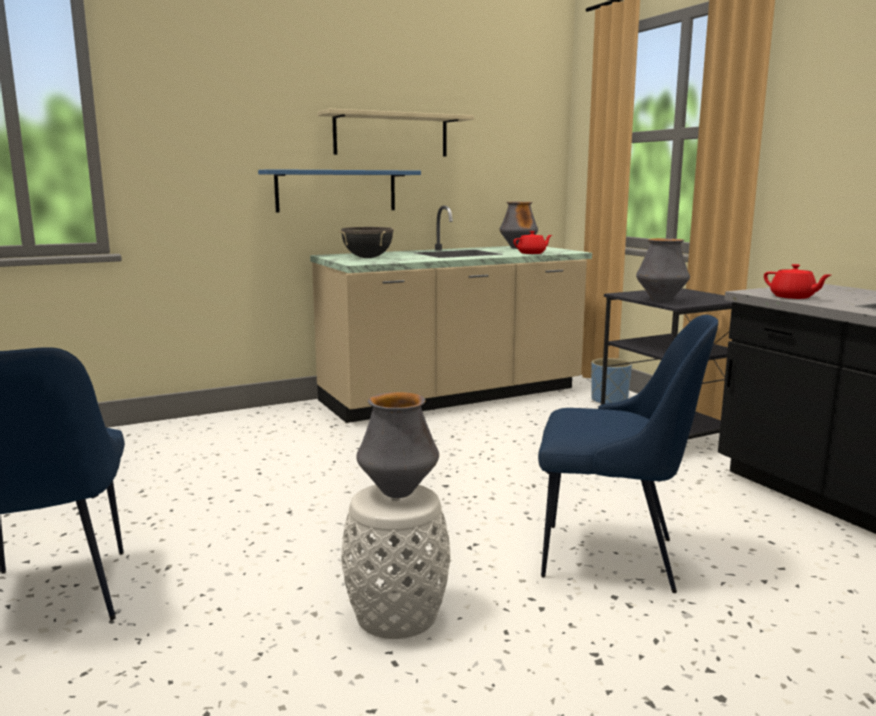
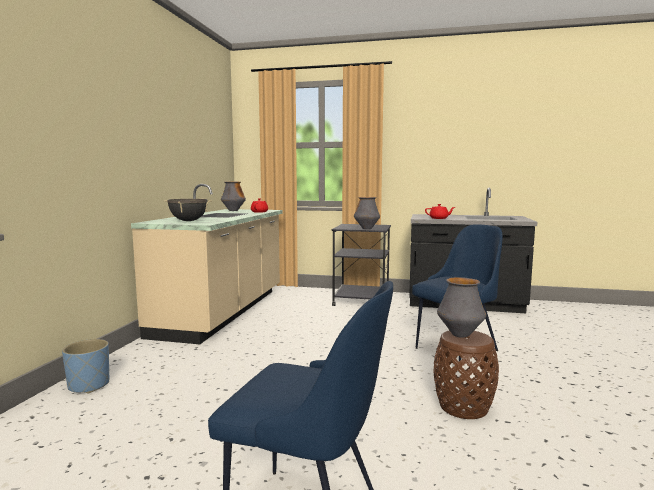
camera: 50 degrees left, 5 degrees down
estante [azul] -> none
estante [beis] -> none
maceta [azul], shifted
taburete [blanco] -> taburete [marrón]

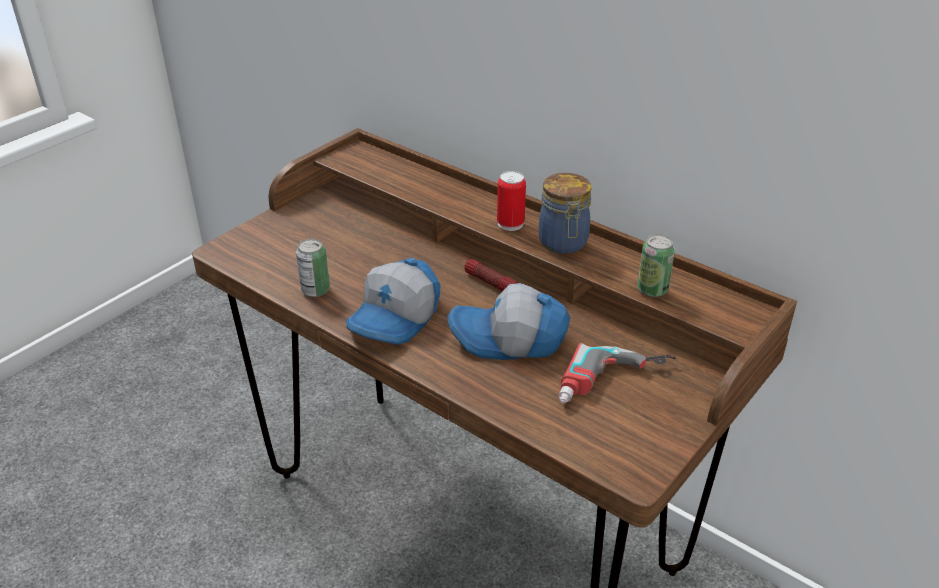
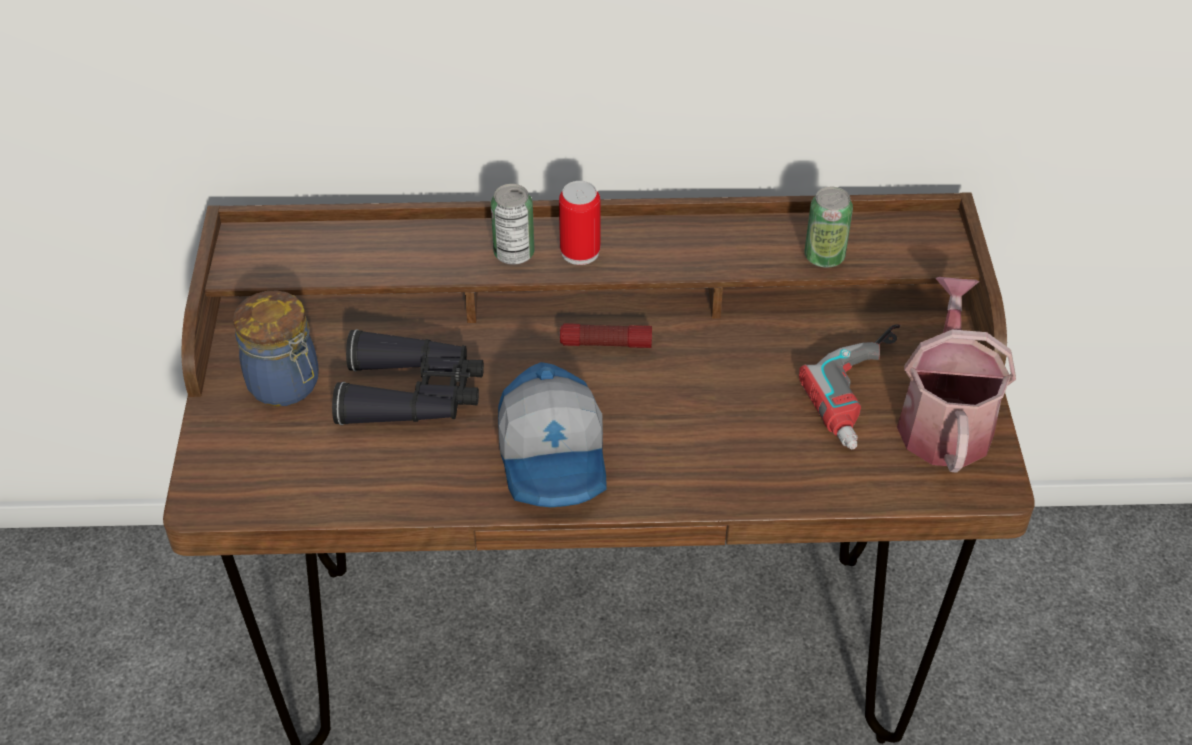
camera: 40 degrees left, 10 degrees up
gorra (no. 2 from left) -> none
none -> prismáticos [negro]
none -> regadera
lata (no. 1 from left), shifted
tarro, shifted

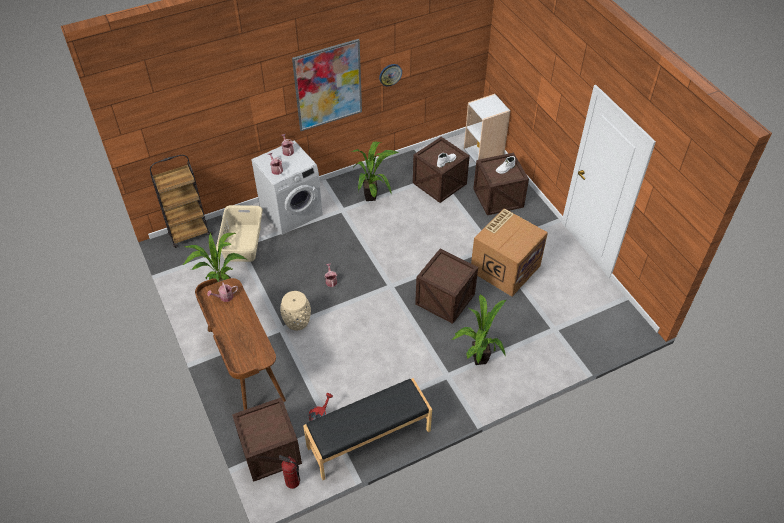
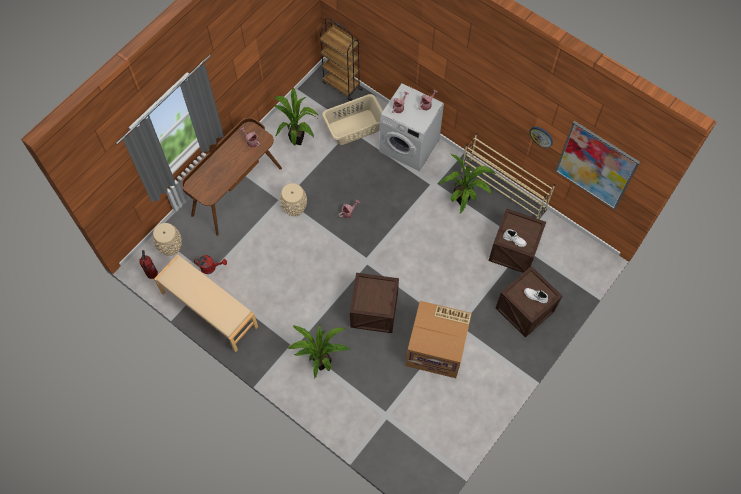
camera: 65 degrees right, 15 degrees up
estantería -> none
none -> zapatero [beis]
cuadro, shifted
caja de embalaje (no. 1 from left) -> taburete [beis] (no. 1 from left)
banco [negro] -> banco [beis]

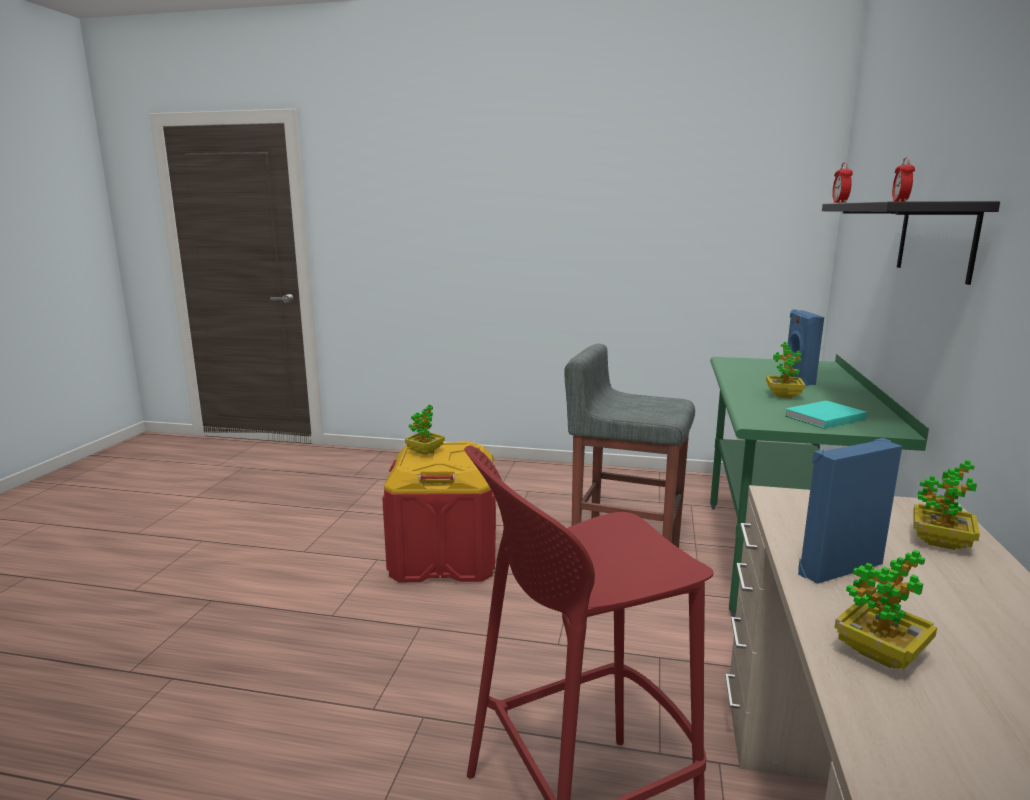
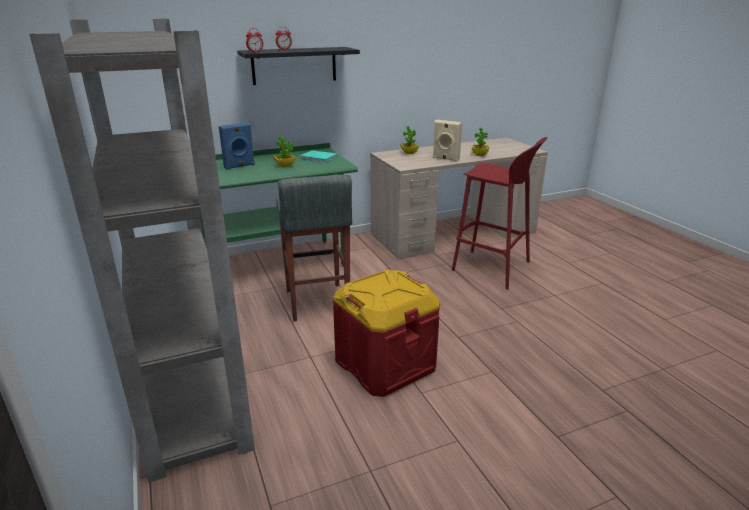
camera: 125 degrees left, 10 degrees up
planta en maceta (no. 1 from left) -> none
none -> estantería [gris]
altavoz [azul] (no. 2 from left) -> altavoz [beis]

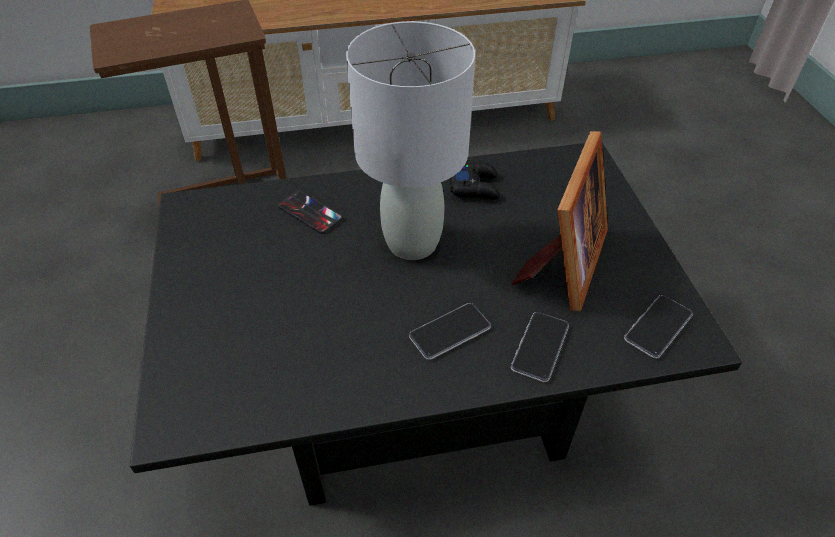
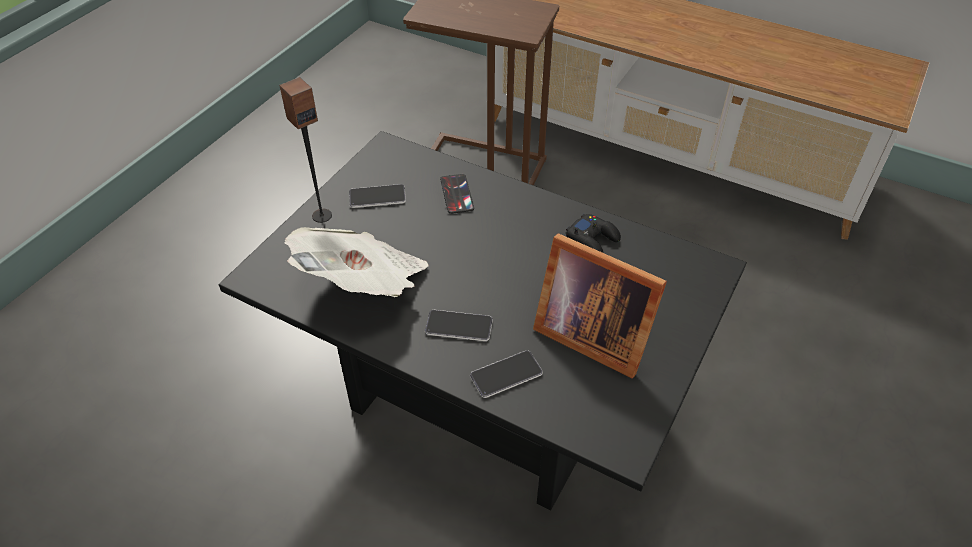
camera: 40 degrees right, 0 degrees up
lámpara de mesa [gris] -> none
none -> altavoz
none -> periódico
móvil (no. 4 from left in the first image) -> móvil (no. 1 from left), shifted
portarretratos, 60 degrees clockwise

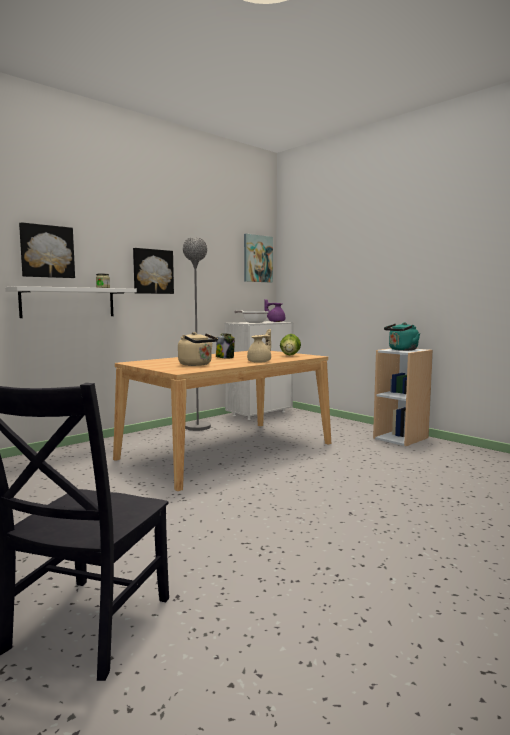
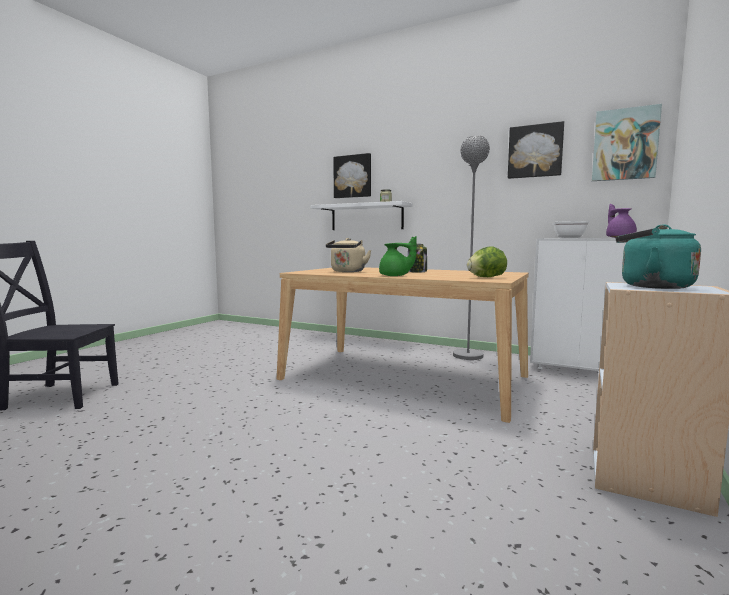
camera: 70 degrees right, 0 degrees up
cuadro (no. 2 from left), shifted
tetera [beis] -> tetera [verde]

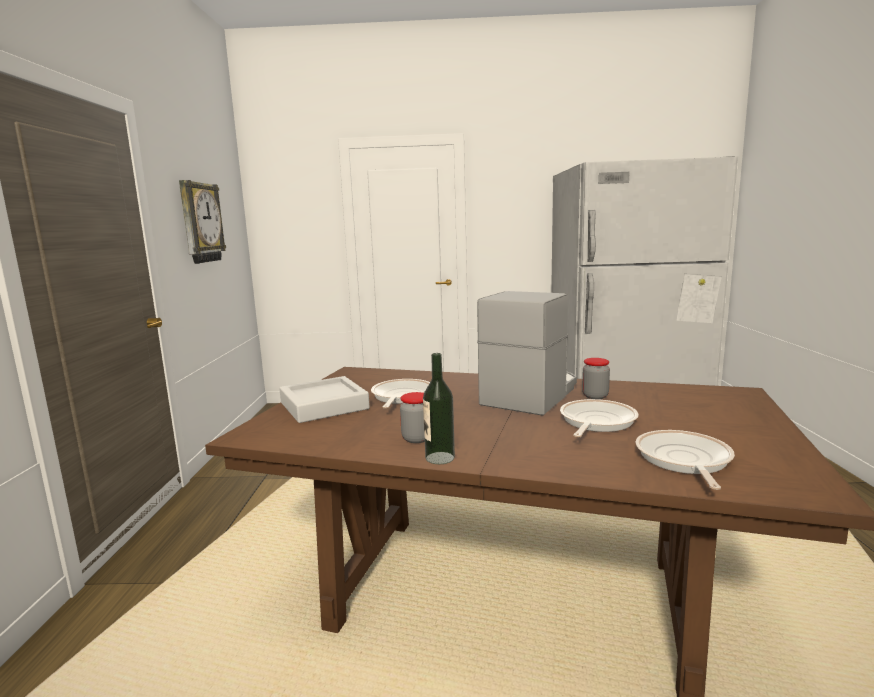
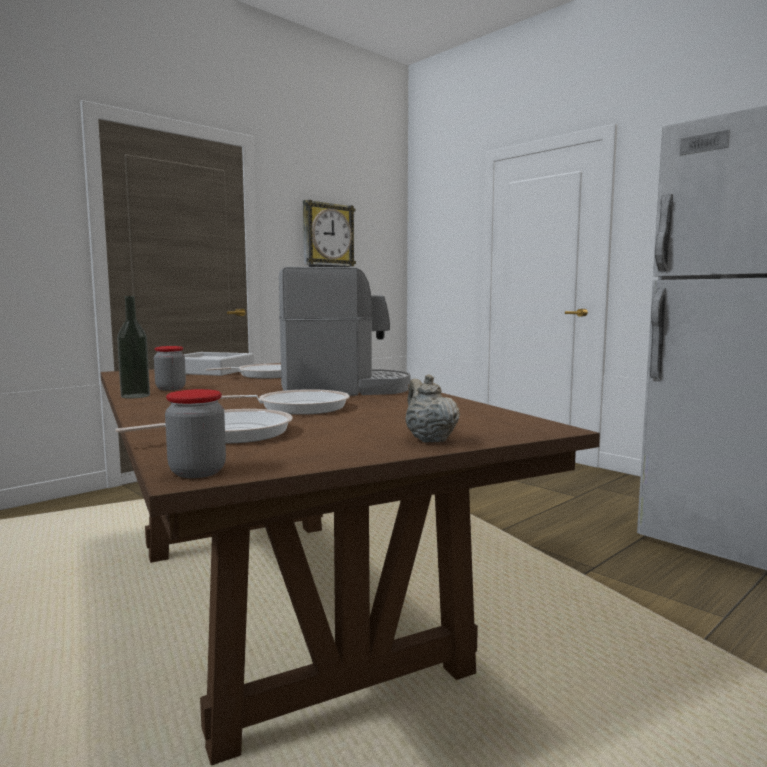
camera: 45 degrees right, 5 degrees down
none -> tetera [beis]
tarro (no. 2 from left), shifted

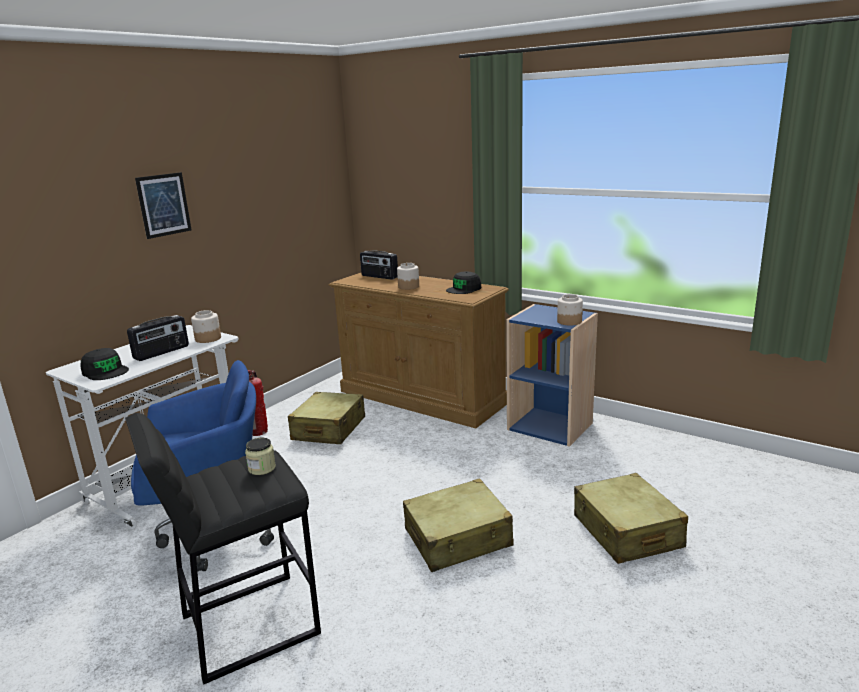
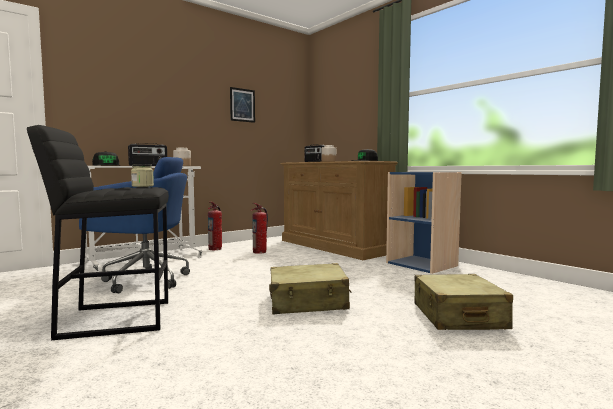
camera: 15 degrees right, 15 degrees down
tarro (no. 4 from left) -> none
cuadro, shifted
maleta [beis] (no. 1 from left) -> extintor (no. 2 from left)

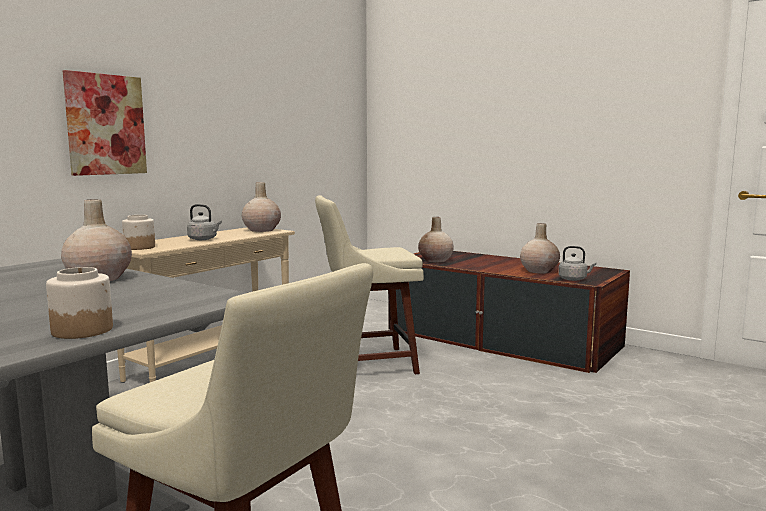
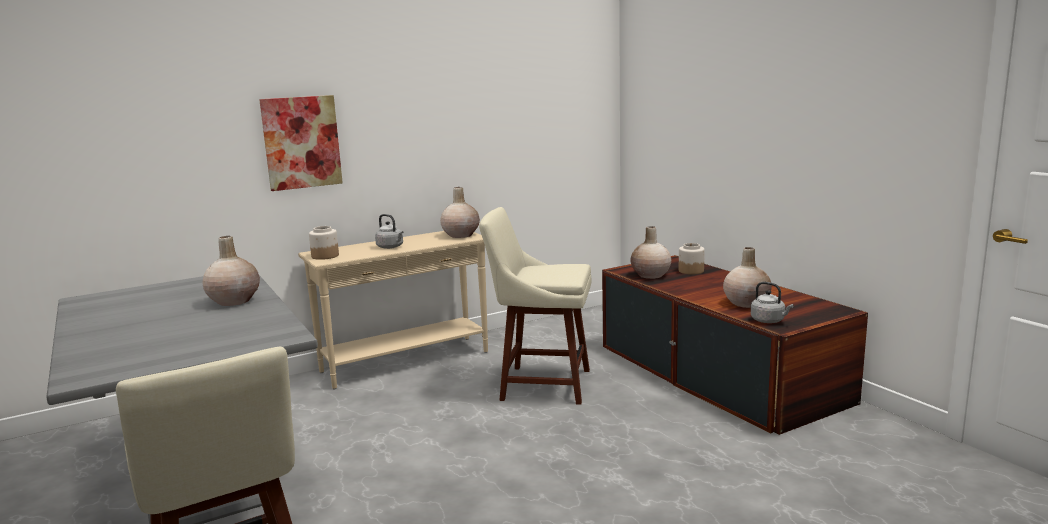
camera: 25 degrees right, 5 degrees up
tarro (no. 1 from left in the first image) -> tarro (no. 2 from left), shifted

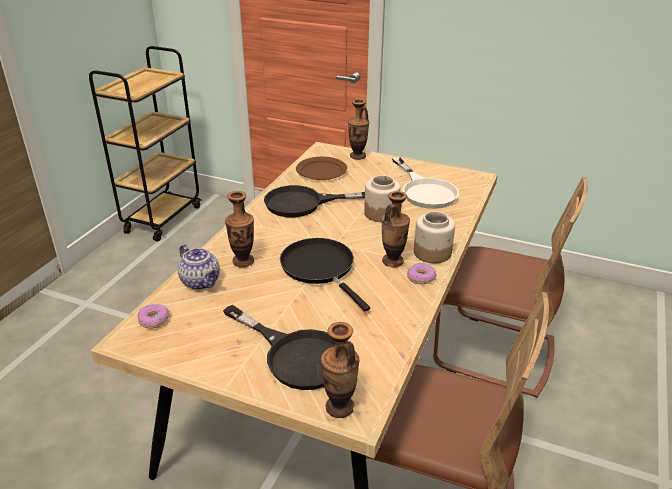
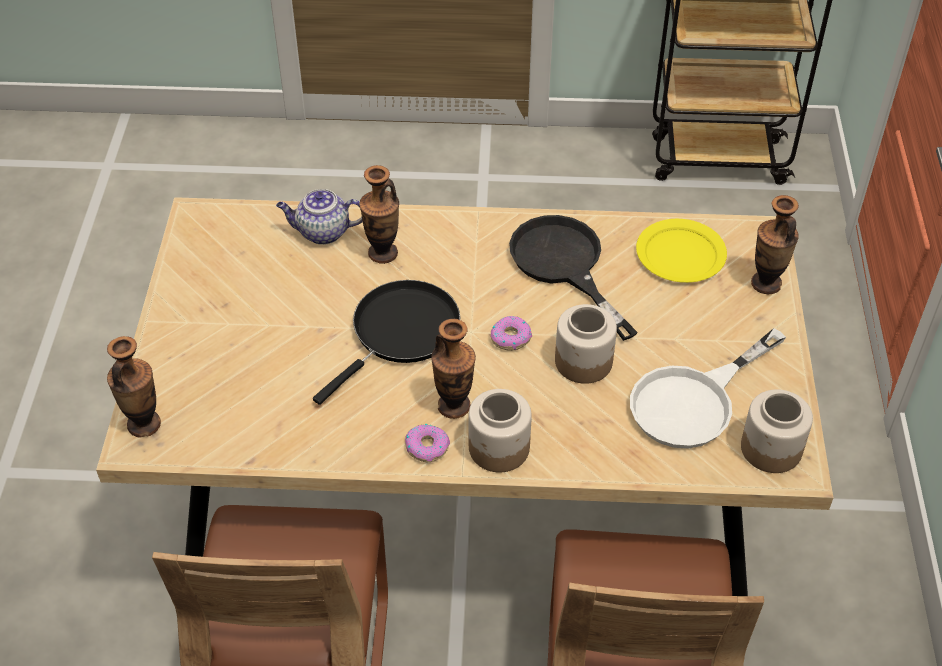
camera: 70 degrees right, 15 degrees up
sartén [negro] (no. 1 from left) -> none
none -> tarro (no. 3 from left)
rosquilla (no. 1 from left in the first image) -> rosquilla (no. 2 from left), shifted
plato [marrón] -> plato [amarillo]
tetera, 60 degrees clockwise

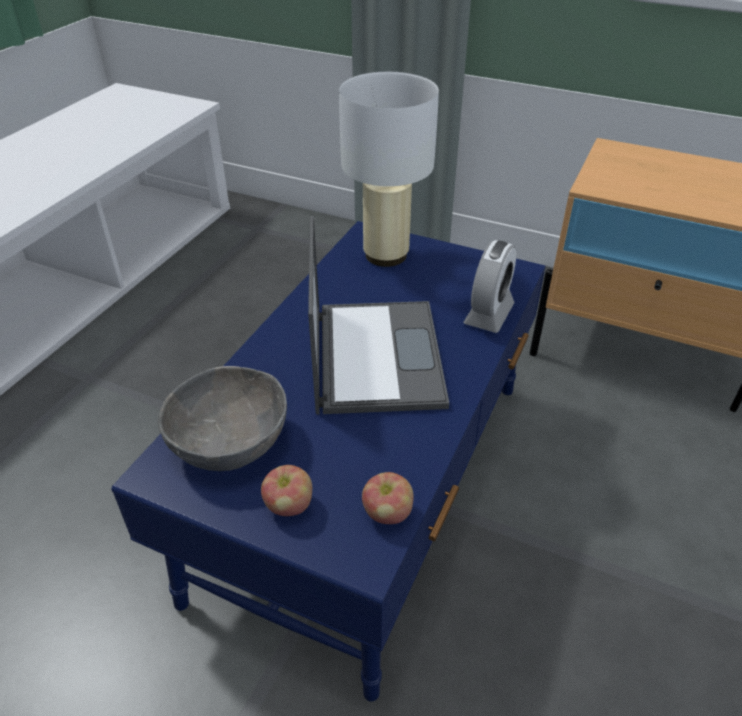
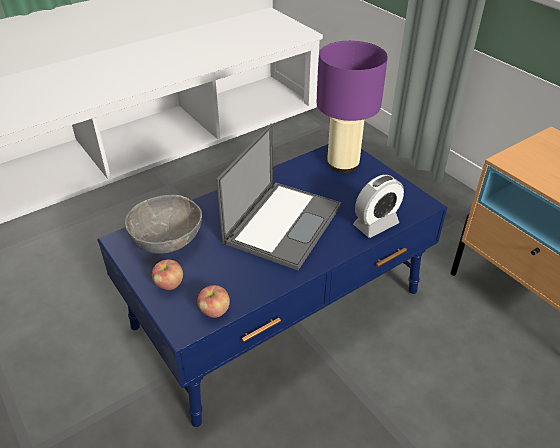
camera: 30 degrees right, 0 degrees up
lámpara de mesa [blanco] -> lámpara de mesa [morado]

